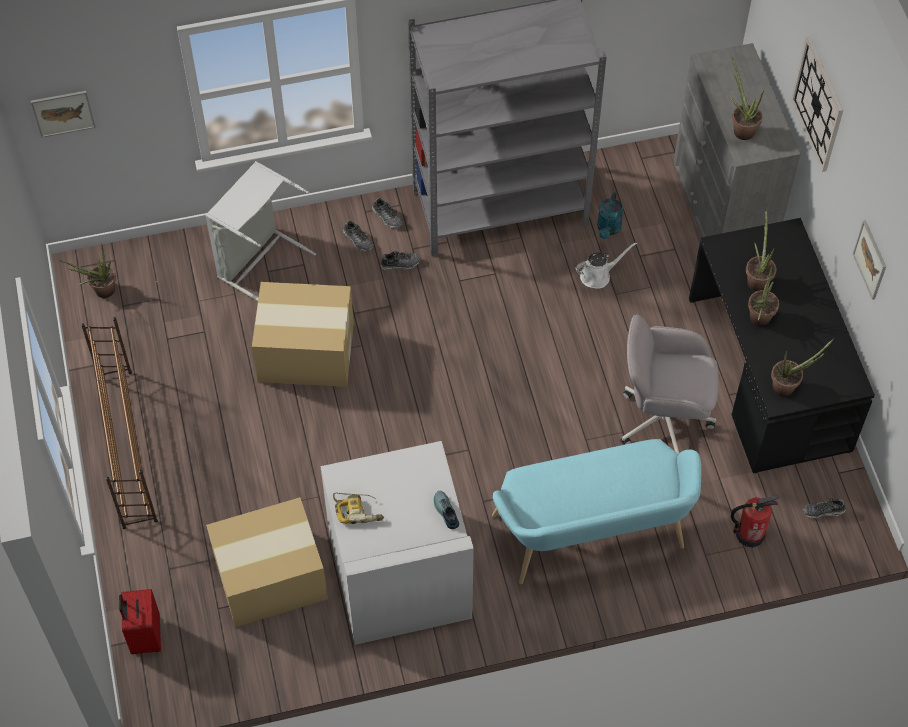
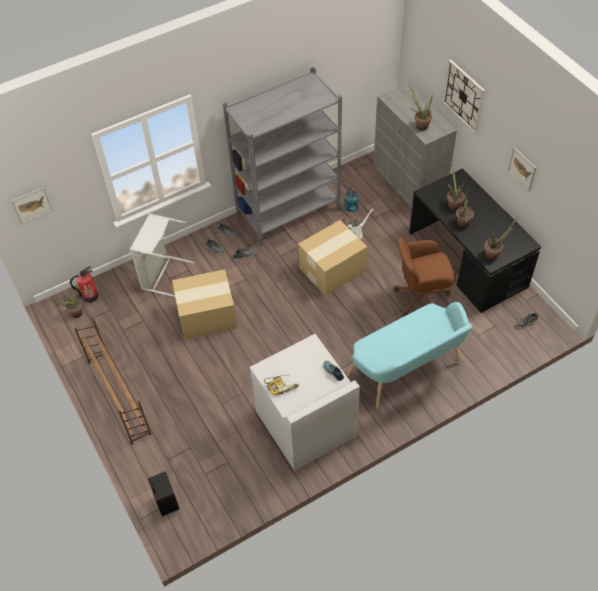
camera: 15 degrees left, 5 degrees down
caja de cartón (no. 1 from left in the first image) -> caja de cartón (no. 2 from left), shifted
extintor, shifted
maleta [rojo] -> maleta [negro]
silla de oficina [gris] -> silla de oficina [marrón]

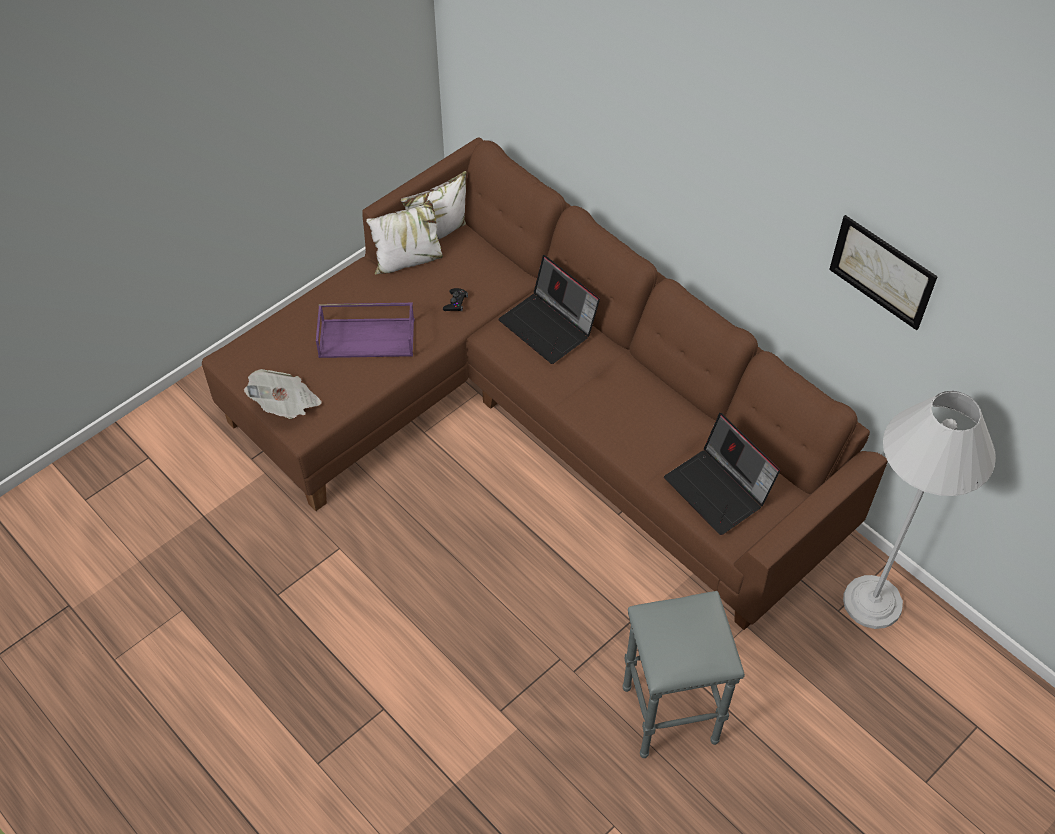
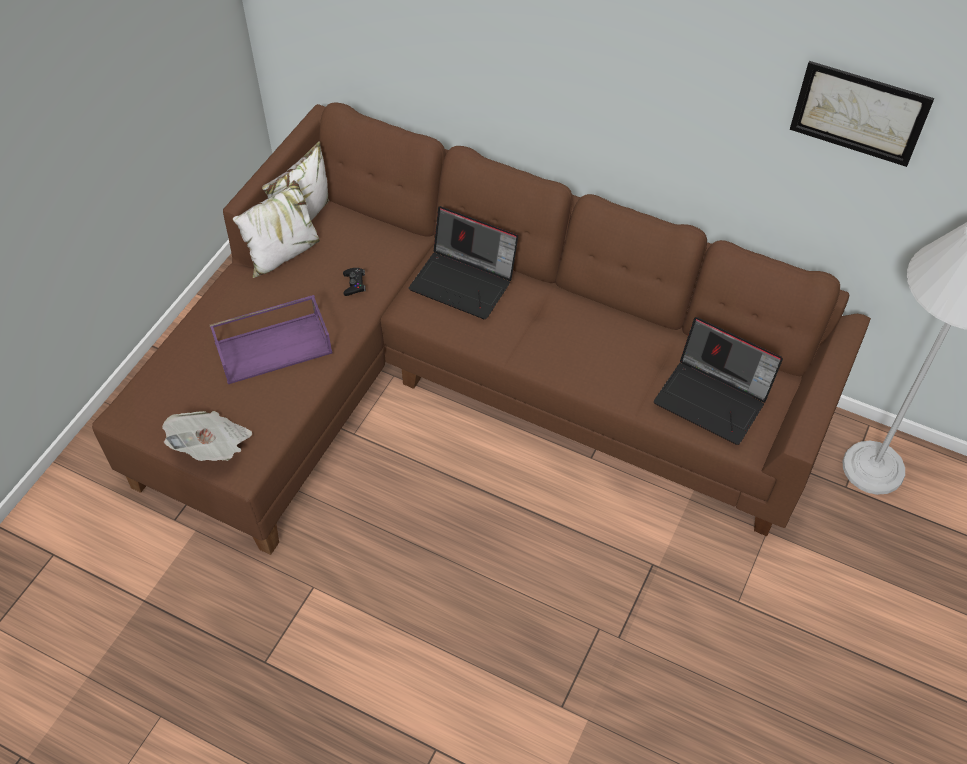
camera: 20 degrees left, 0 degrees up
taburete [gris] -> none

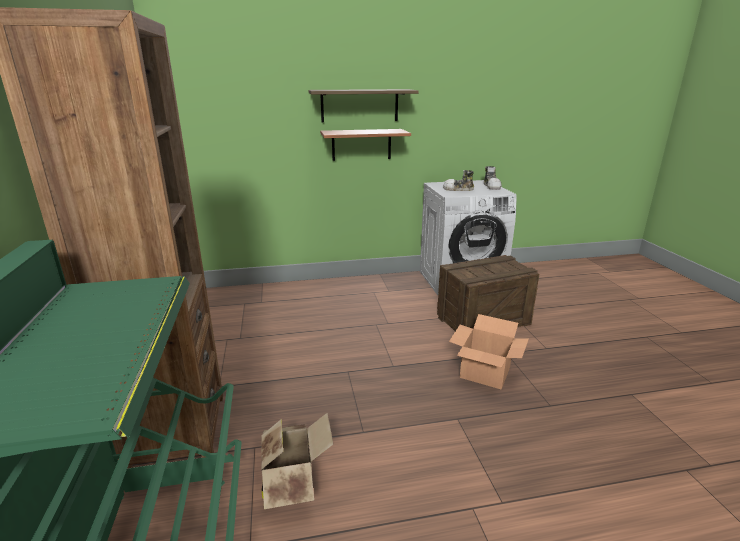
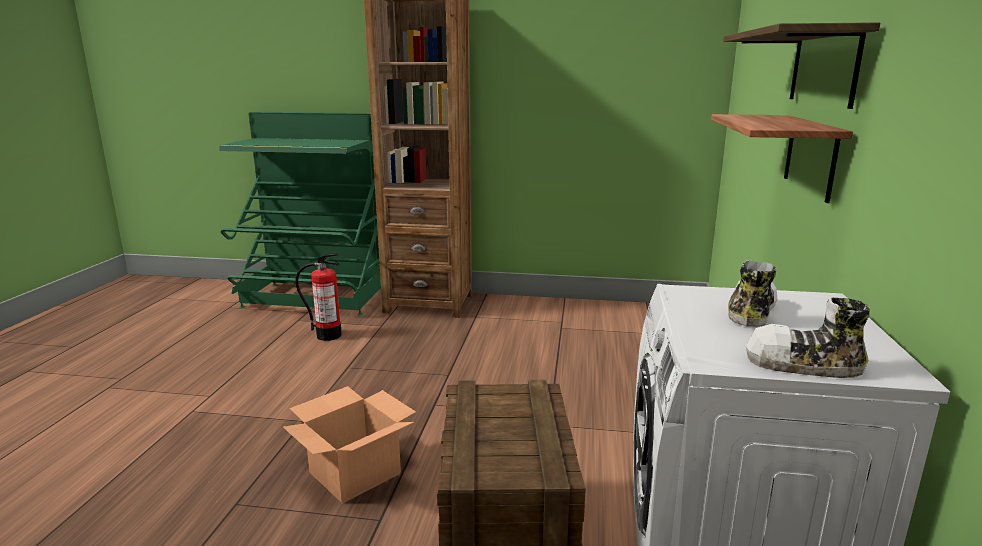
camera: 110 degrees right, 5 degrees down
caja de cartón (no. 1 from left) -> extintor

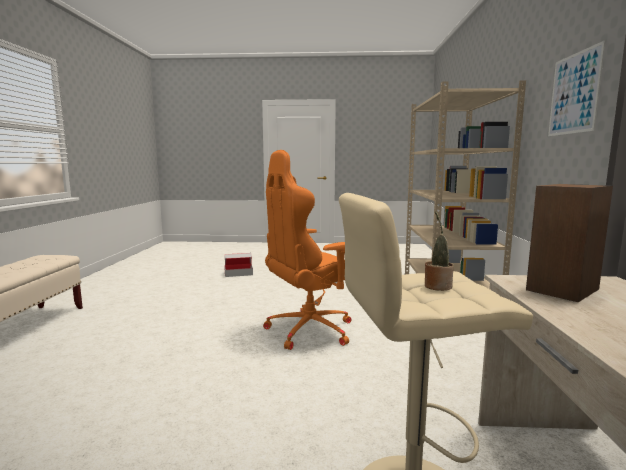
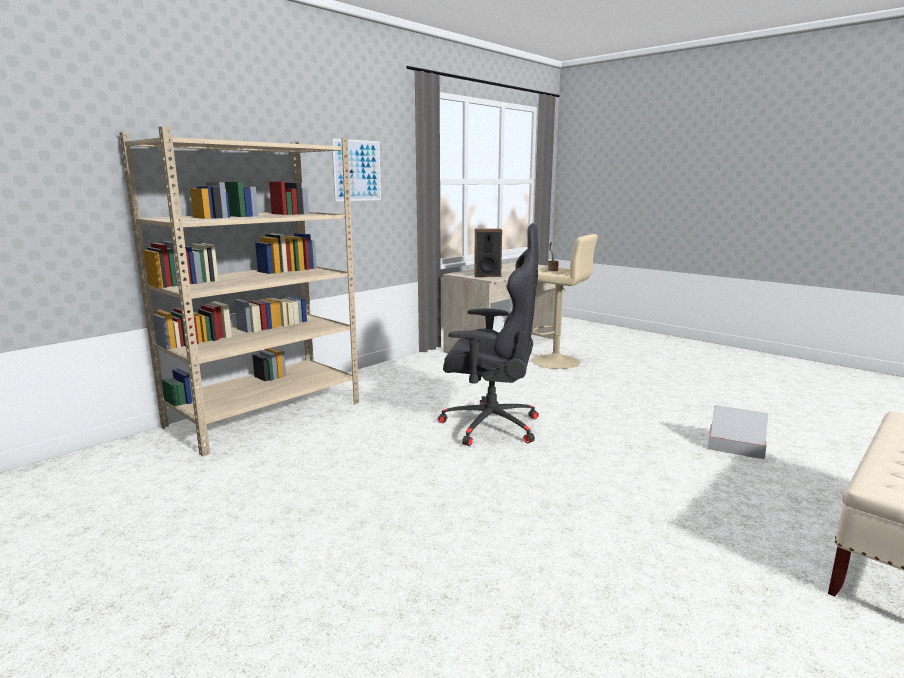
camera: 140 degrees left, 5 degrees up
caja de cartón, shifted
silla de oficina [naranja] -> silla de oficina [negro]

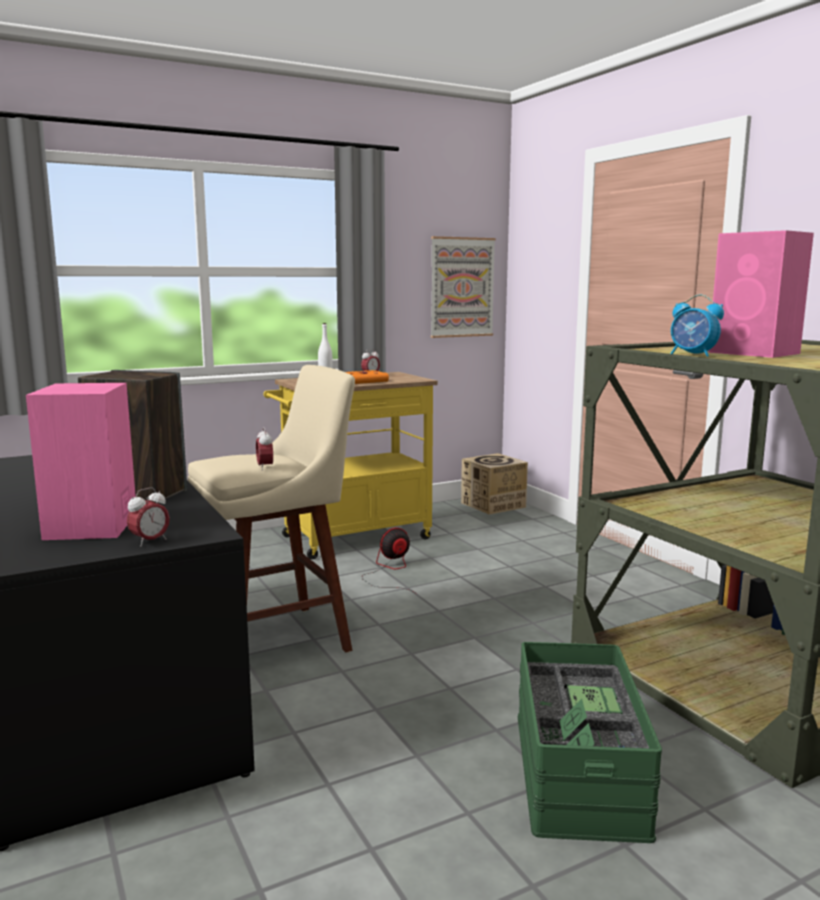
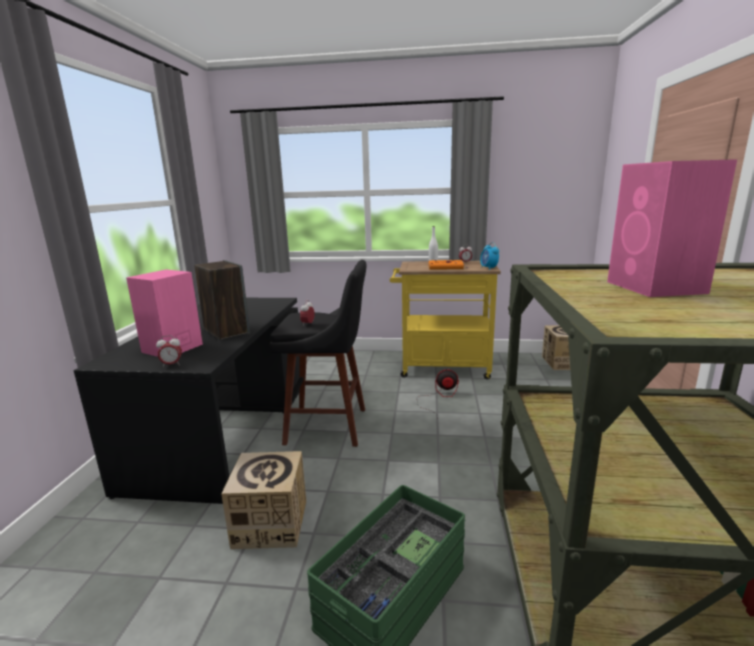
camera: 35 degrees right, 5 degrees up
cuadro -> none
none -> caja de cartón (no. 1 from left)
despertador (no. 4 from left), shifted
taburete [beis] -> taburete [negro]

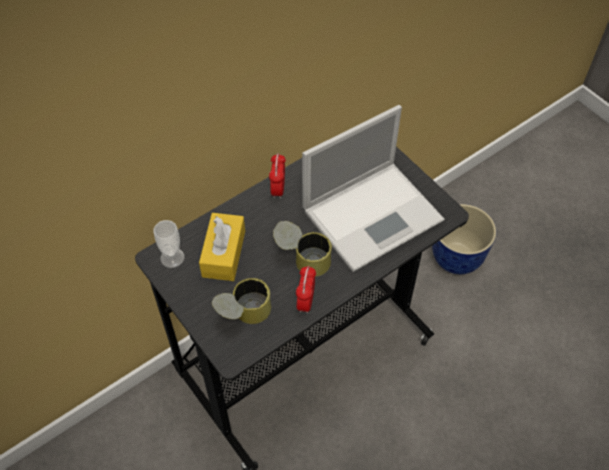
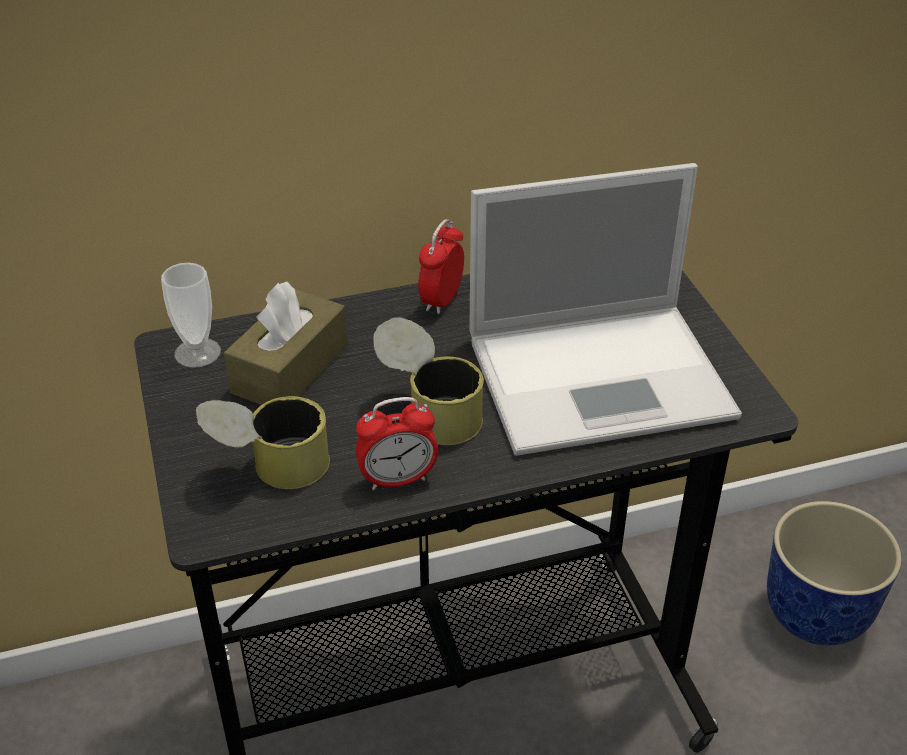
camera: 20 degrees right, 15 degrees down
caja de pañuelos [amarillo] -> caja de pañuelos [marrón]
despertador (no. 2 from left in the first image) -> despertador (no. 1 from left), 135 degrees counterclockwise

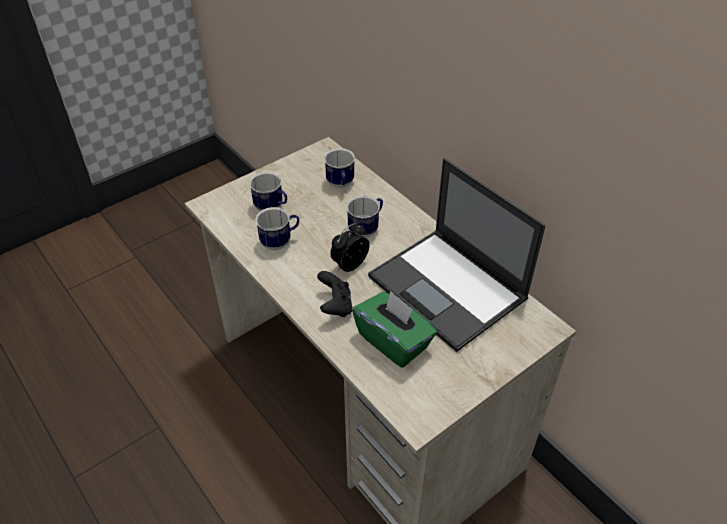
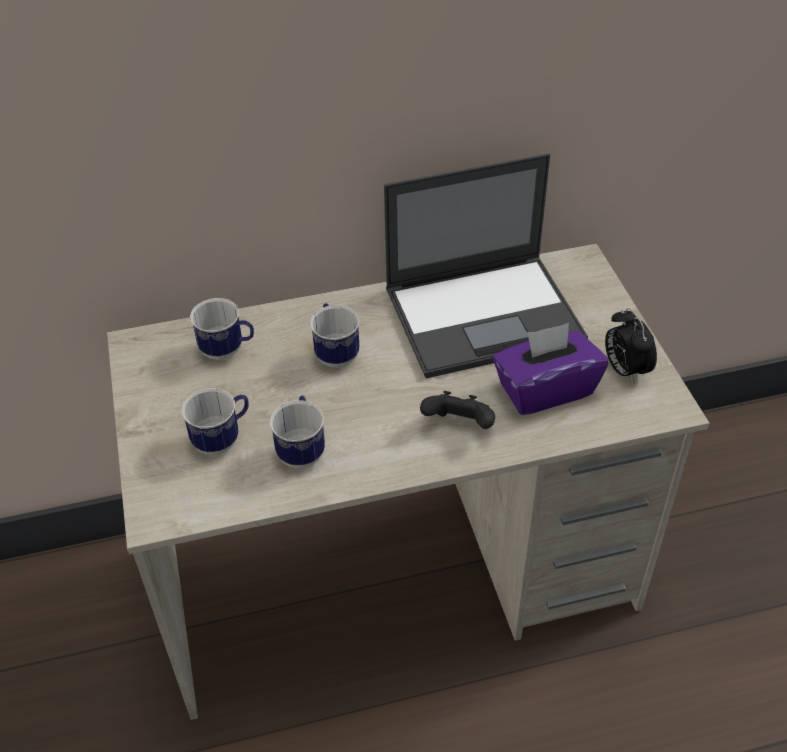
camera: 65 degrees left, 0 degrees up
despertador, shifted
caja de pañuelos [verde] -> caja de pañuelos [morado]

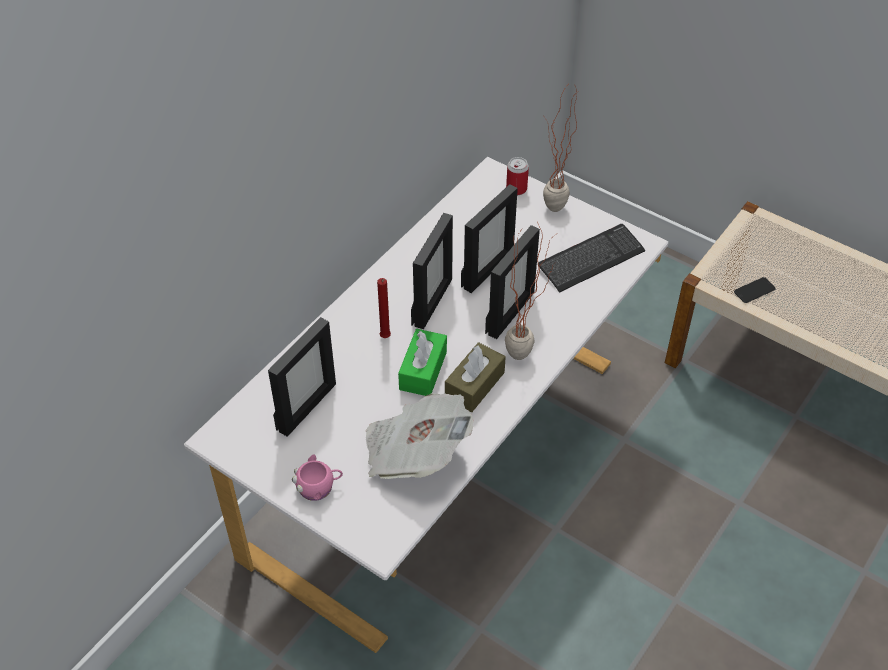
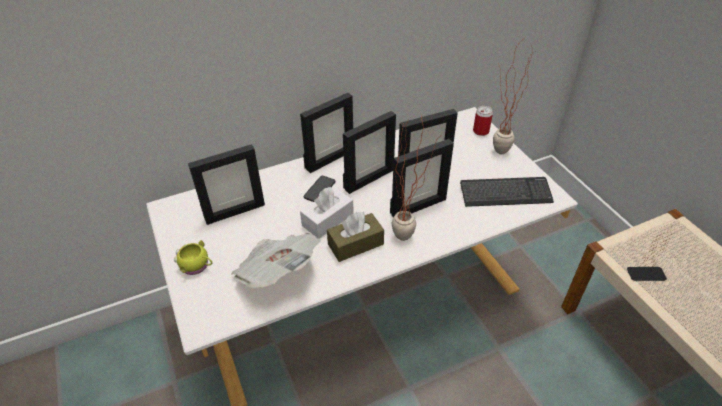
camera: 30 degrees right, 5 degrees down
none -> portarretratos (no. 2 from left)
vela [rojo] -> móvil (no. 1 from left)
taza grande [rosa] -> taza grande [amarillo]
caja de pañuelos [verde] -> caja de pañuelos [blanco]

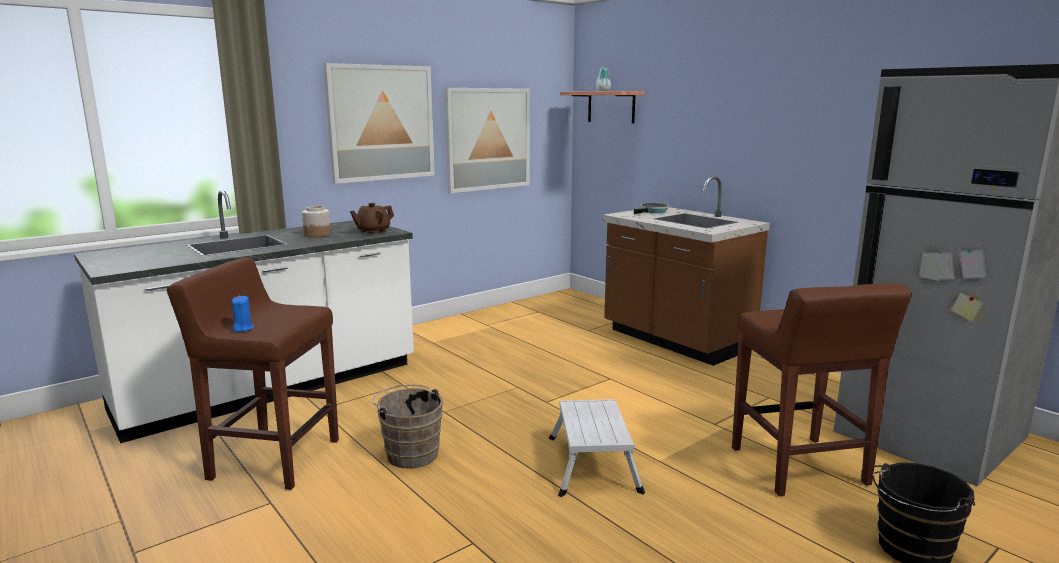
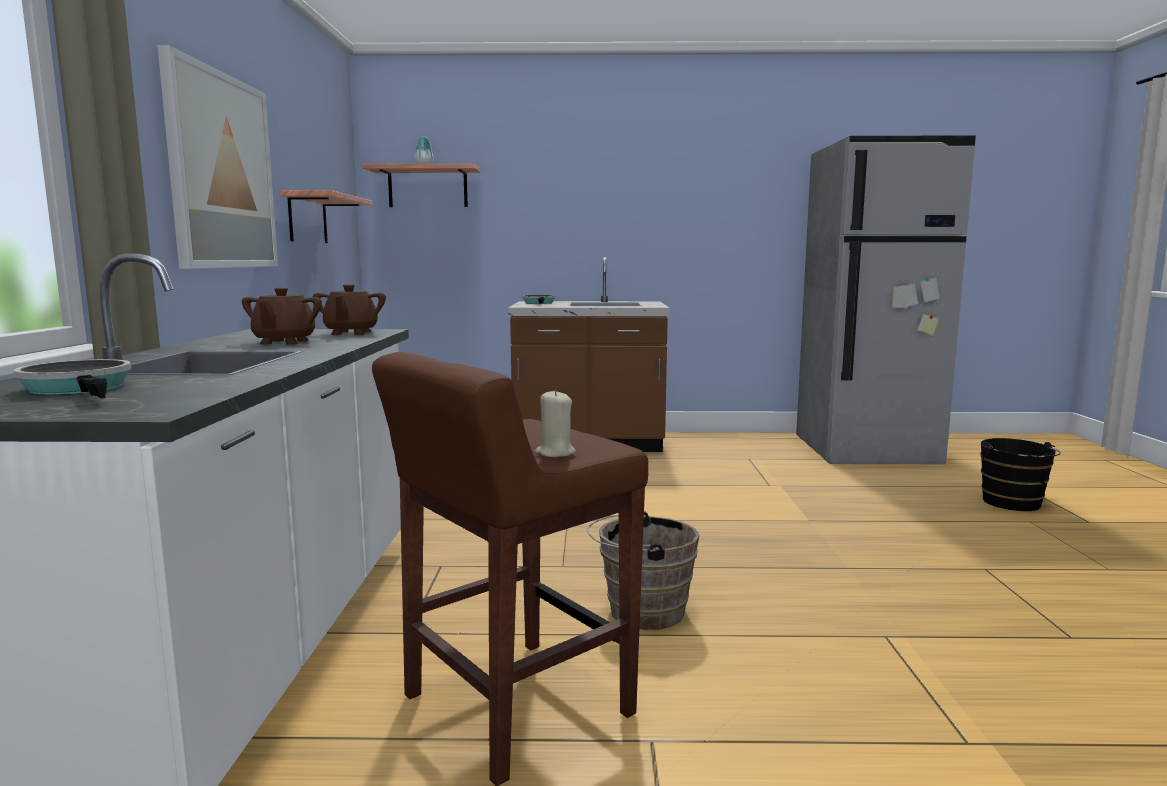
camera: 50 degrees left, 5 degrees down
escalera de tijera [blanco] -> none
taburete [marrón] (no. 2 from left) -> none
none -> sartén (no. 1 from left)
tarro -> tetera [marrón] (no. 1 from left)
cuadro (no. 2 from left) -> estante (no. 1 from left)
vela [azul] -> vela [beis]

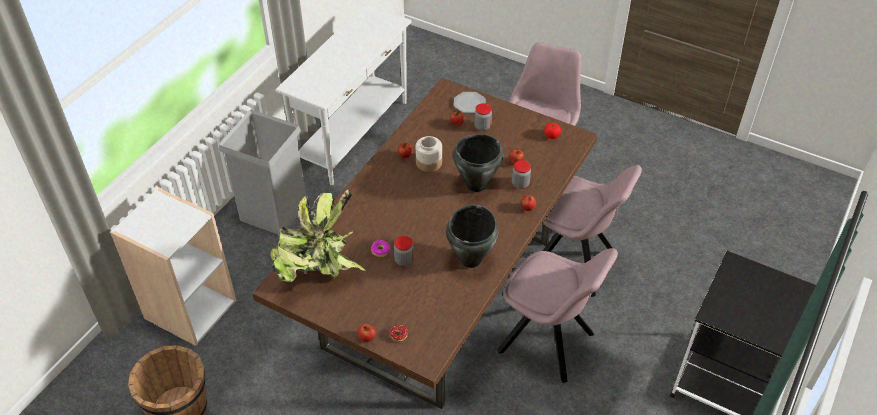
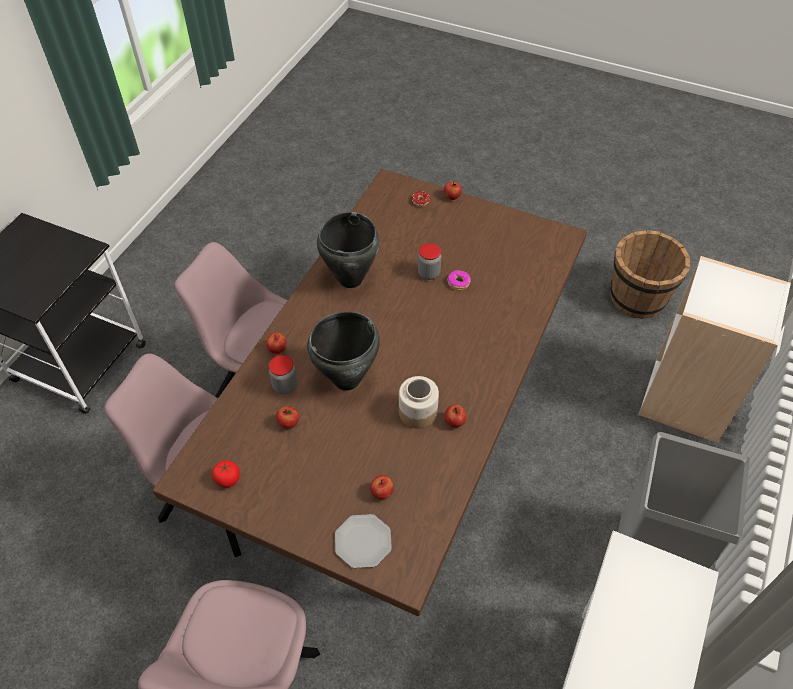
camera: 175 degrees right, 5 degrees up
planta en maceta -> none
tarro (no. 3 from left) -> none

